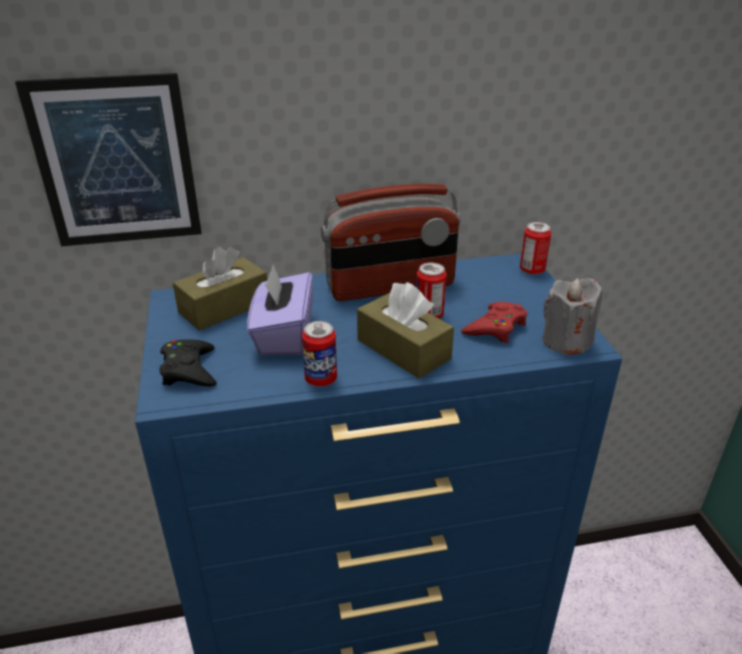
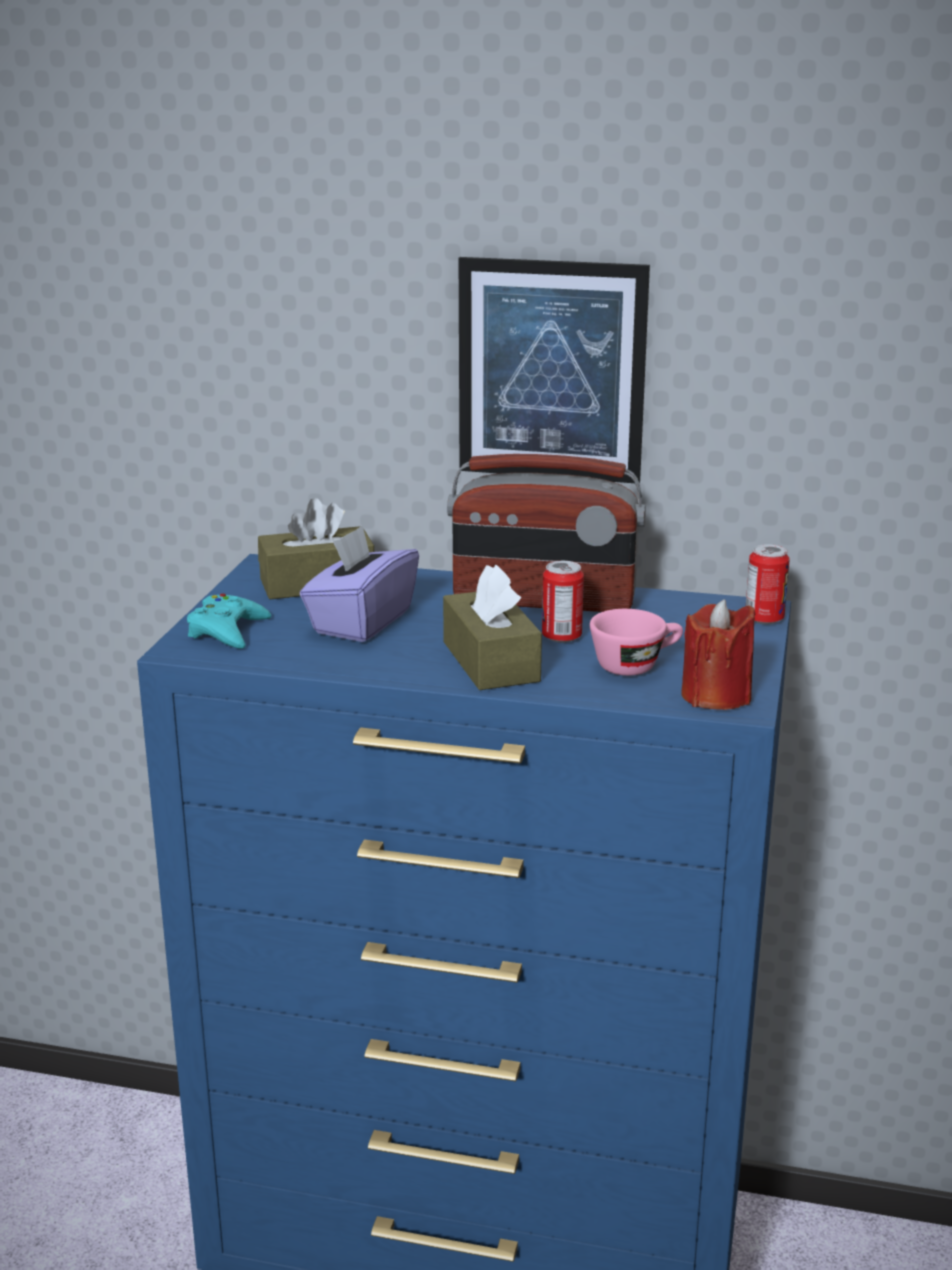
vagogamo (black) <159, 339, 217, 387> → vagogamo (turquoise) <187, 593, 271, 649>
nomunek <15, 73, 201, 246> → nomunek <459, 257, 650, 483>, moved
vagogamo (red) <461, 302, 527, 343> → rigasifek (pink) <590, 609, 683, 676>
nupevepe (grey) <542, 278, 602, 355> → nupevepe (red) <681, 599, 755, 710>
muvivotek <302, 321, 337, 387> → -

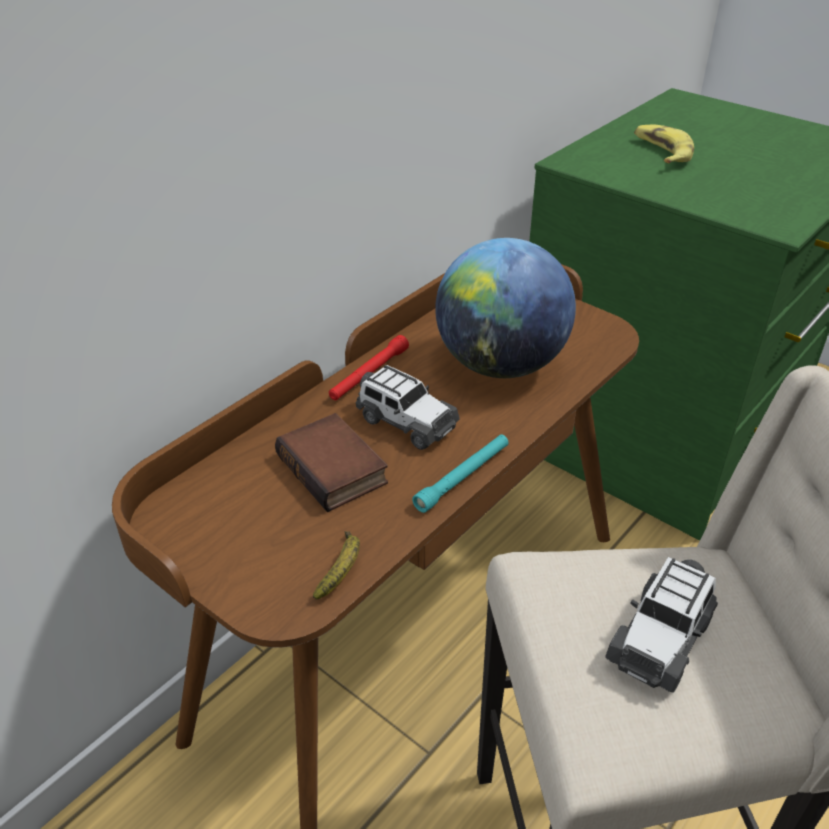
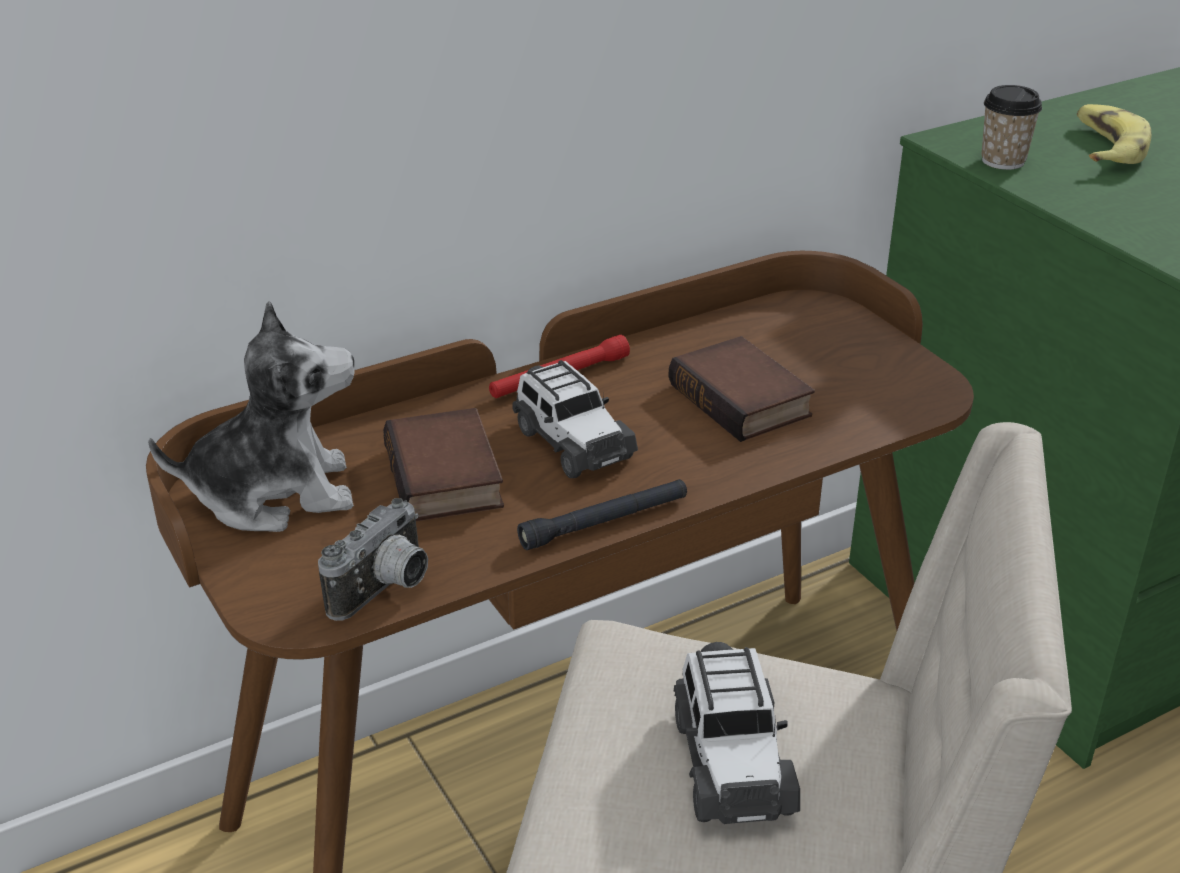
- → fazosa <148, 301, 355, 532>
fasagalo <313, 531, 360, 600> → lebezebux <318, 498, 428, 621>
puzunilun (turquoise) <412, 434, 509, 513> → puzunilun (black) <517, 479, 687, 550>
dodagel <435, 238, 576, 378> → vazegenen <668, 336, 815, 442>
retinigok <605, 557, 718, 693> → retinigok <673, 642, 800, 824>, 60 degrees counterclockwise
- → rigasifek <981, 85, 1042, 170>

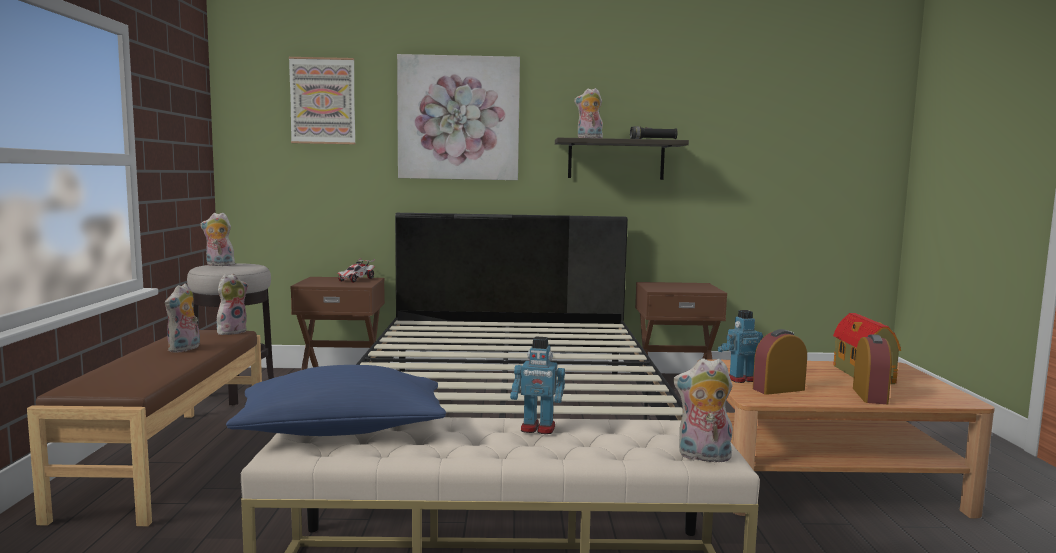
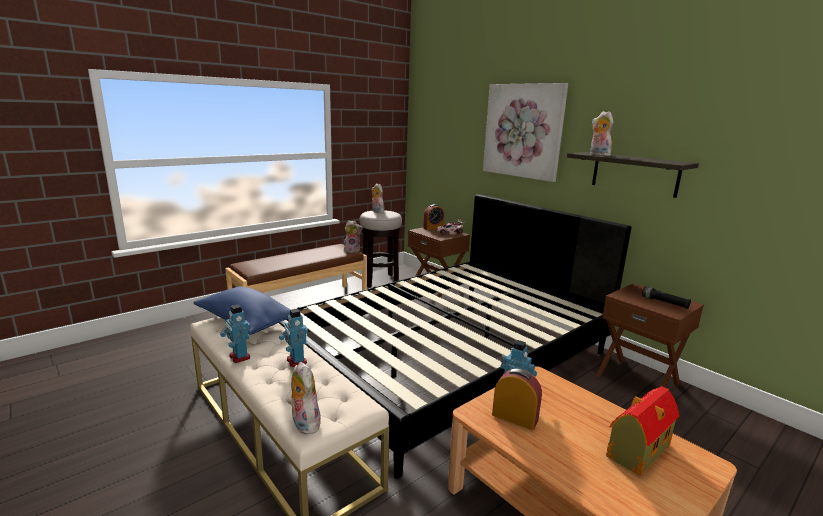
- → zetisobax <220, 304, 250, 363>
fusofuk <853, 334, 892, 404> → fusofuk <423, 204, 444, 230>, moved
puzunilun (black) <630, 126, 677, 139> → puzunilun (black) <642, 286, 691, 309>, moved
fazosa <165, 284, 200, 353> → -
nomunek <289, 57, 356, 144> → -

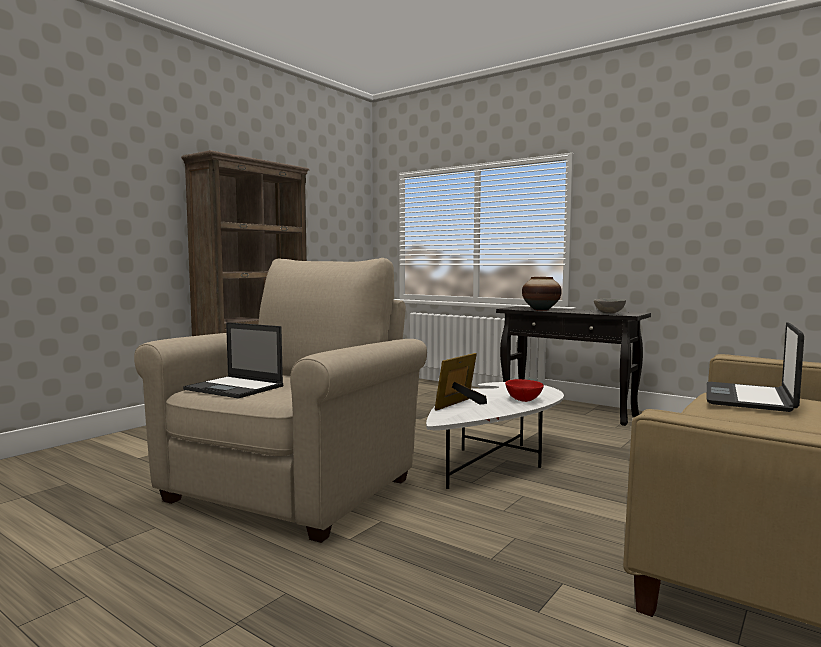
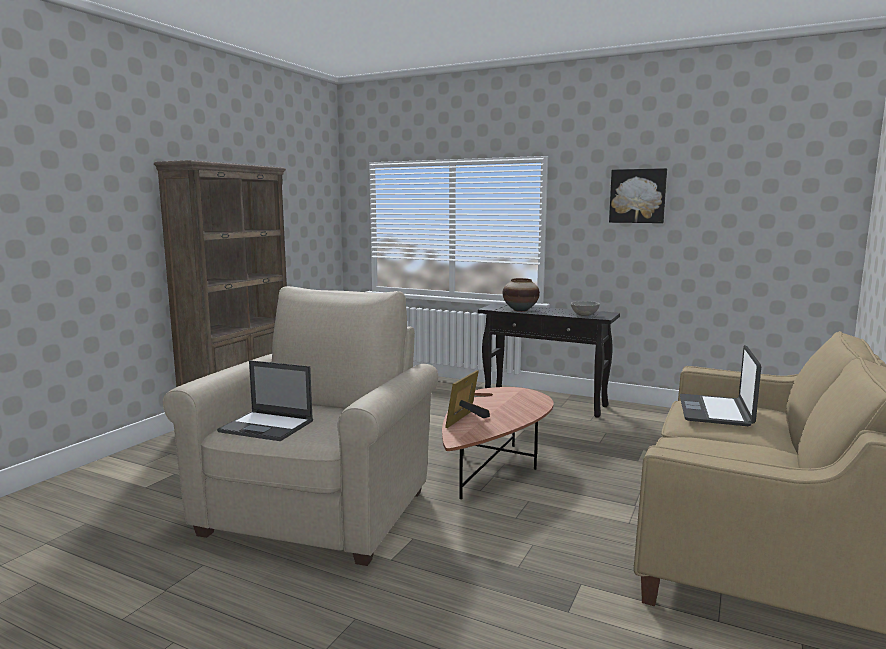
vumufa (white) <426, 382, 564, 489> → vumufa (brown) <442, 387, 554, 499>
- → nomunek <609, 168, 667, 223>
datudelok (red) <505, 379, 544, 402> → -

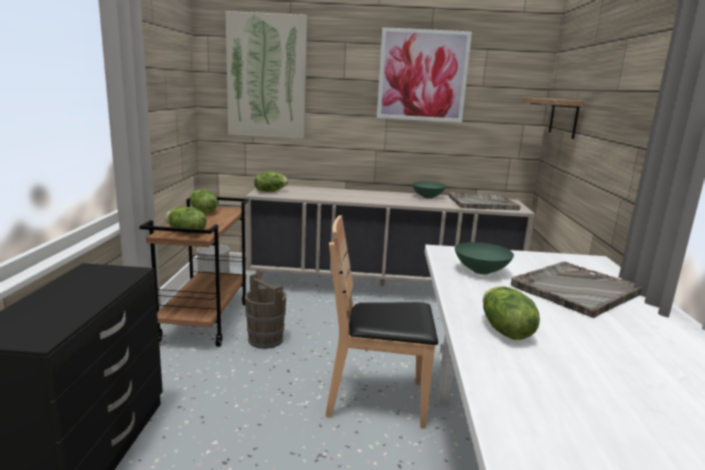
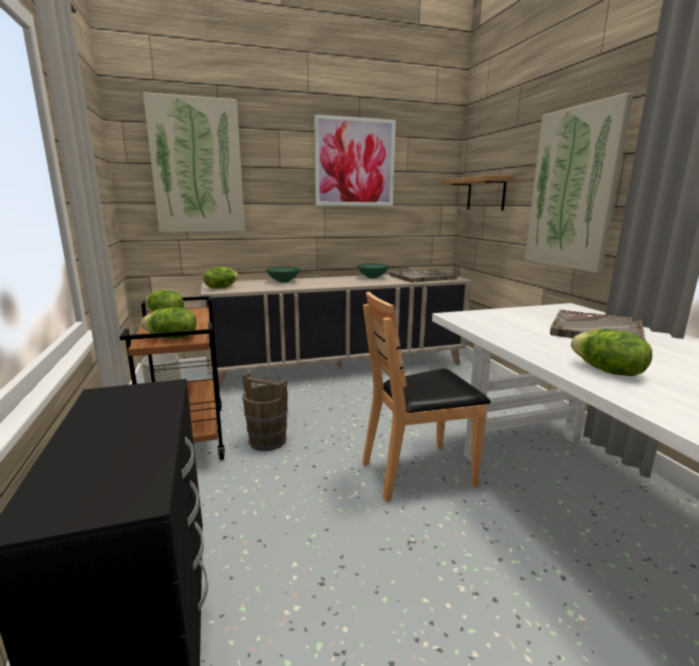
datudelok (green) <455, 242, 514, 275> → datudelok (green) <266, 267, 300, 283>, moved
- → nomunek <525, 93, 633, 273>

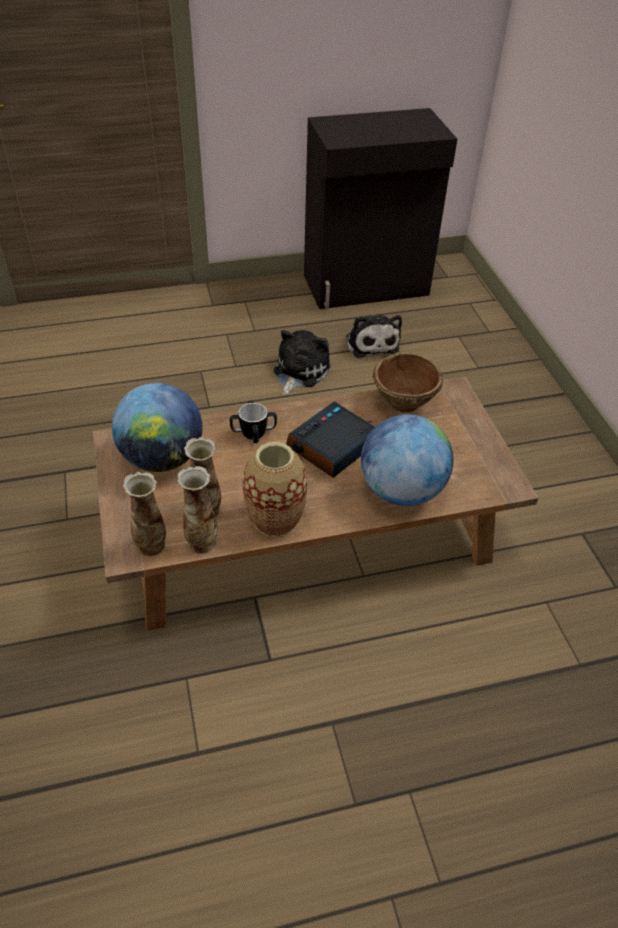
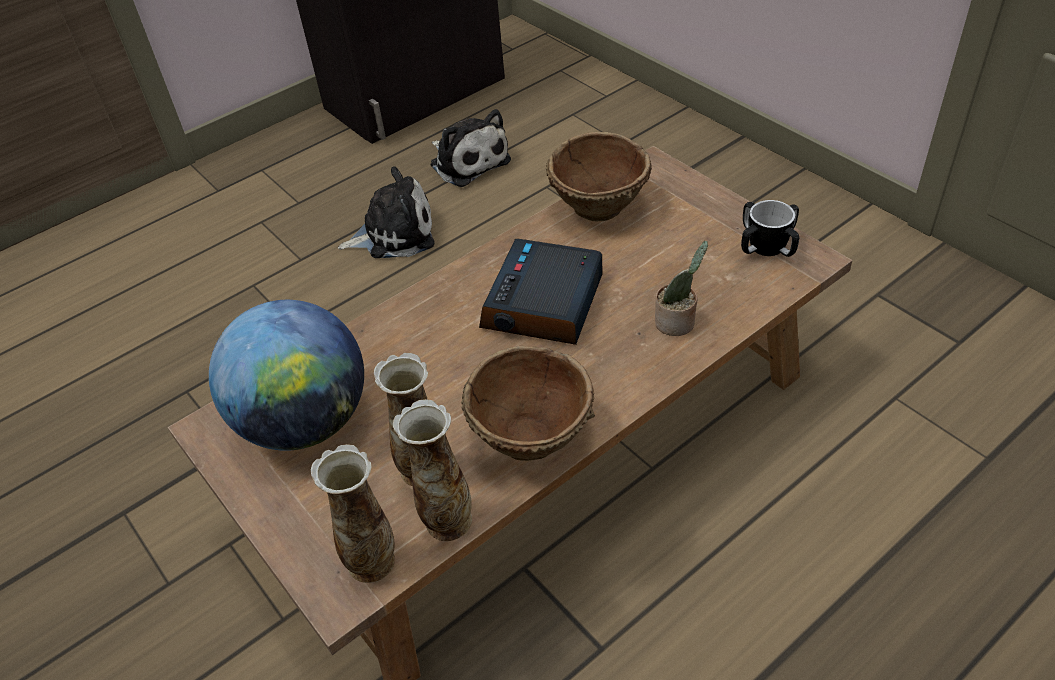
fazosa <273, 330, 331, 395> → fazosa <338, 166, 435, 258>, 75 degrees clockwise
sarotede <243, 442, 307, 537> → datudelok (brown) <461, 345, 595, 461>
dodagel <361, 414, 453, 506> → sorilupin <655, 241, 708, 336>
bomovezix <230, 401, 277, 443> → bomovezix <741, 200, 799, 257>, moved

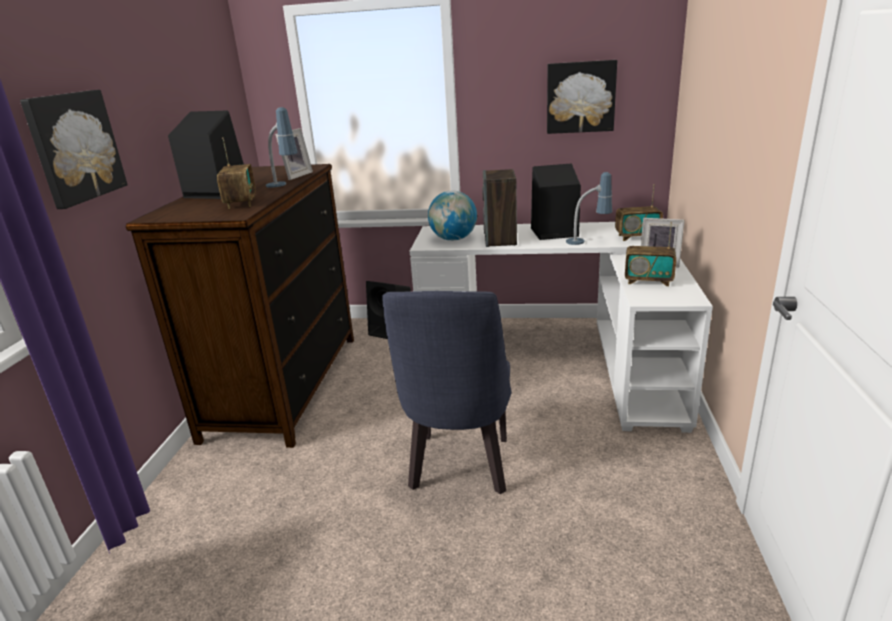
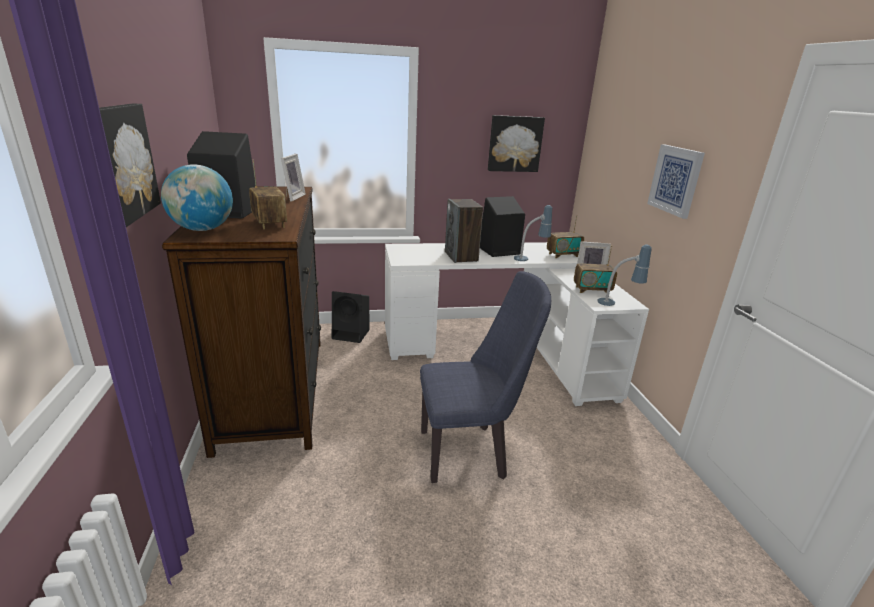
dodagel <428, 191, 477, 241> → dodagel <161, 164, 233, 231>, moved
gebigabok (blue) <382, 291, 512, 494> → gebigabok (blue) <420, 271, 551, 483>, 90 degrees counterclockwise
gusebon <266, 107, 298, 188> → gusebon <597, 245, 652, 306>, moved
- → nomunek <647, 144, 705, 219>

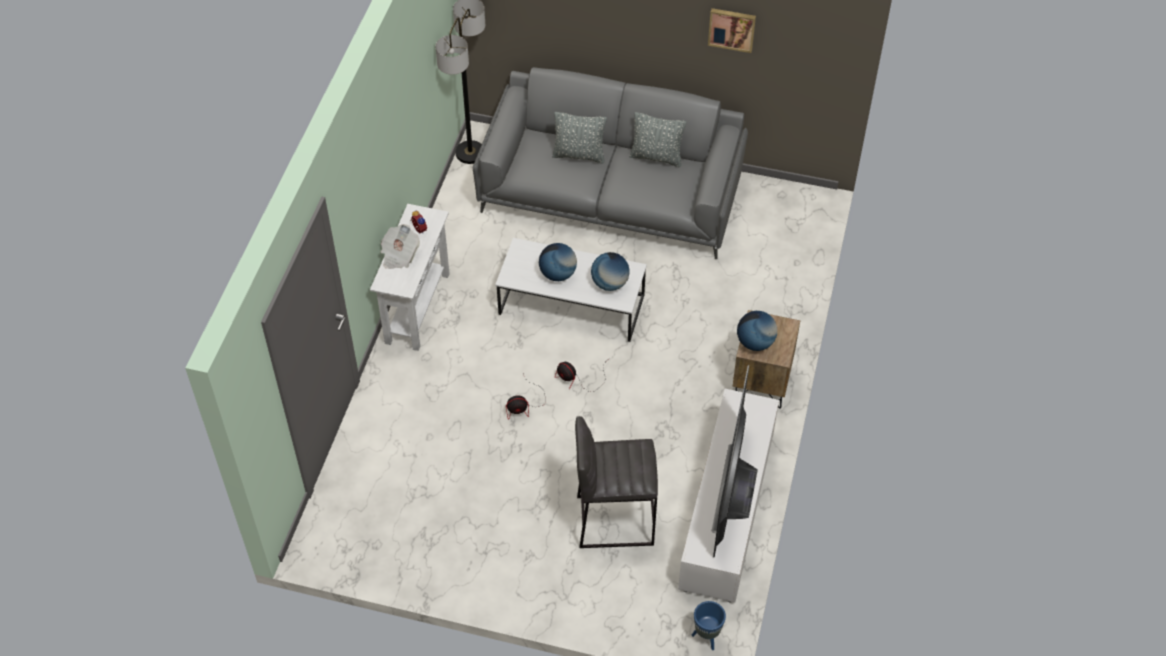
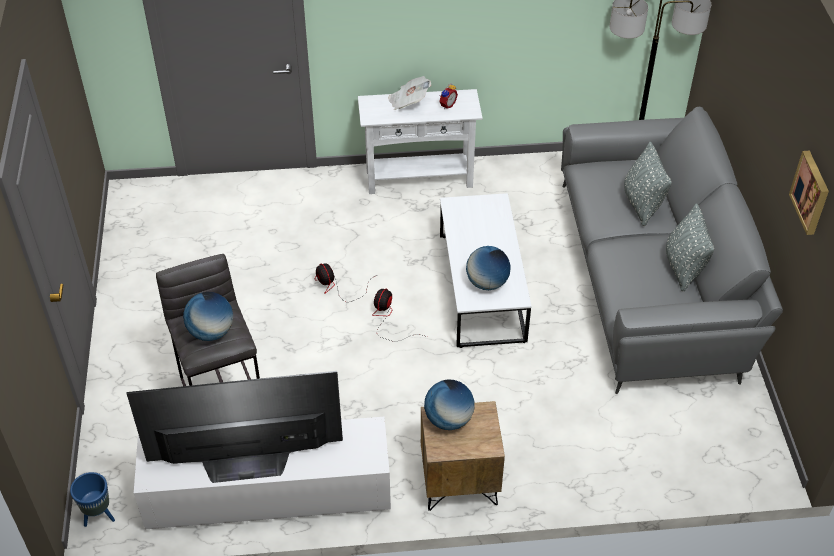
dodagel <539, 243, 577, 281> → dodagel <183, 292, 233, 341>, moved

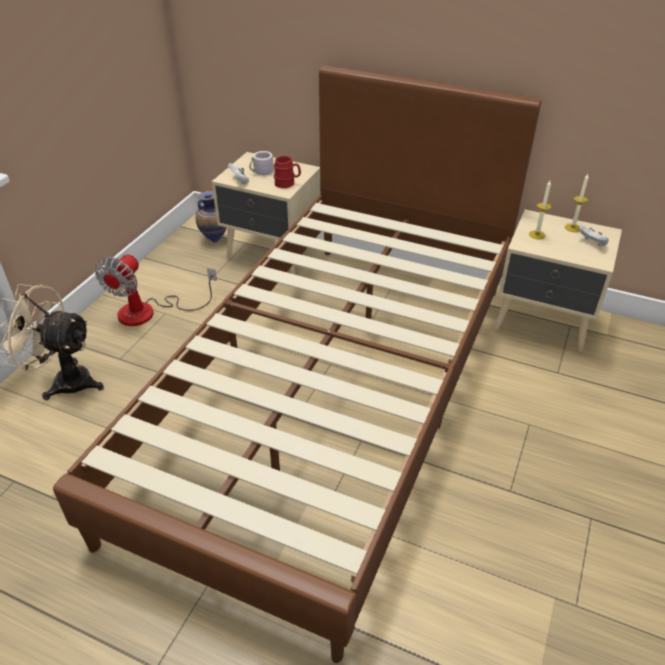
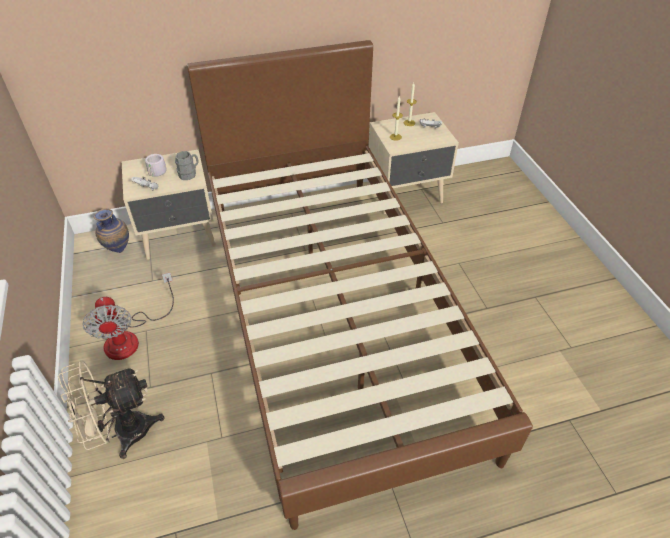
bomovezix (red) <274, 156, 301, 188> → bomovezix (grey) <175, 151, 199, 180>

